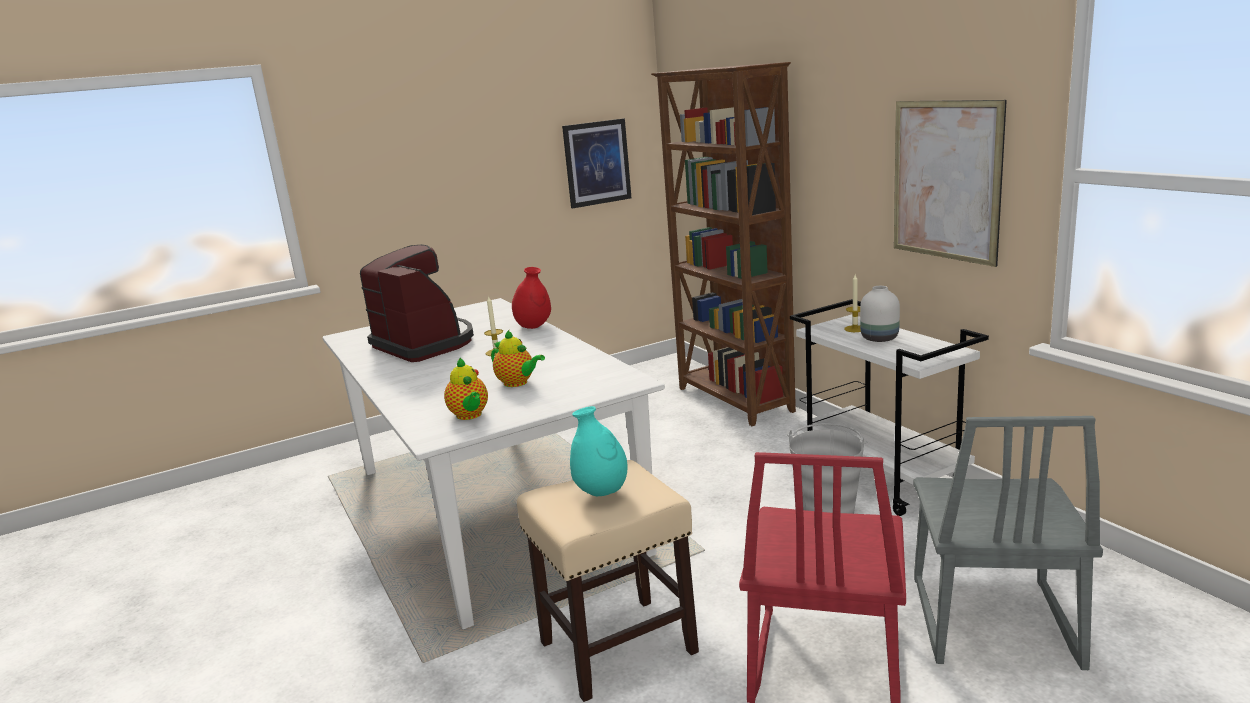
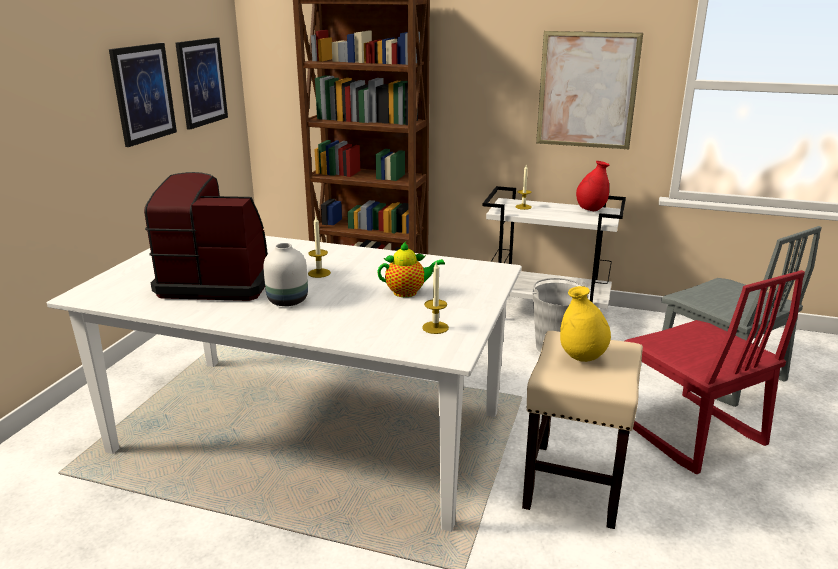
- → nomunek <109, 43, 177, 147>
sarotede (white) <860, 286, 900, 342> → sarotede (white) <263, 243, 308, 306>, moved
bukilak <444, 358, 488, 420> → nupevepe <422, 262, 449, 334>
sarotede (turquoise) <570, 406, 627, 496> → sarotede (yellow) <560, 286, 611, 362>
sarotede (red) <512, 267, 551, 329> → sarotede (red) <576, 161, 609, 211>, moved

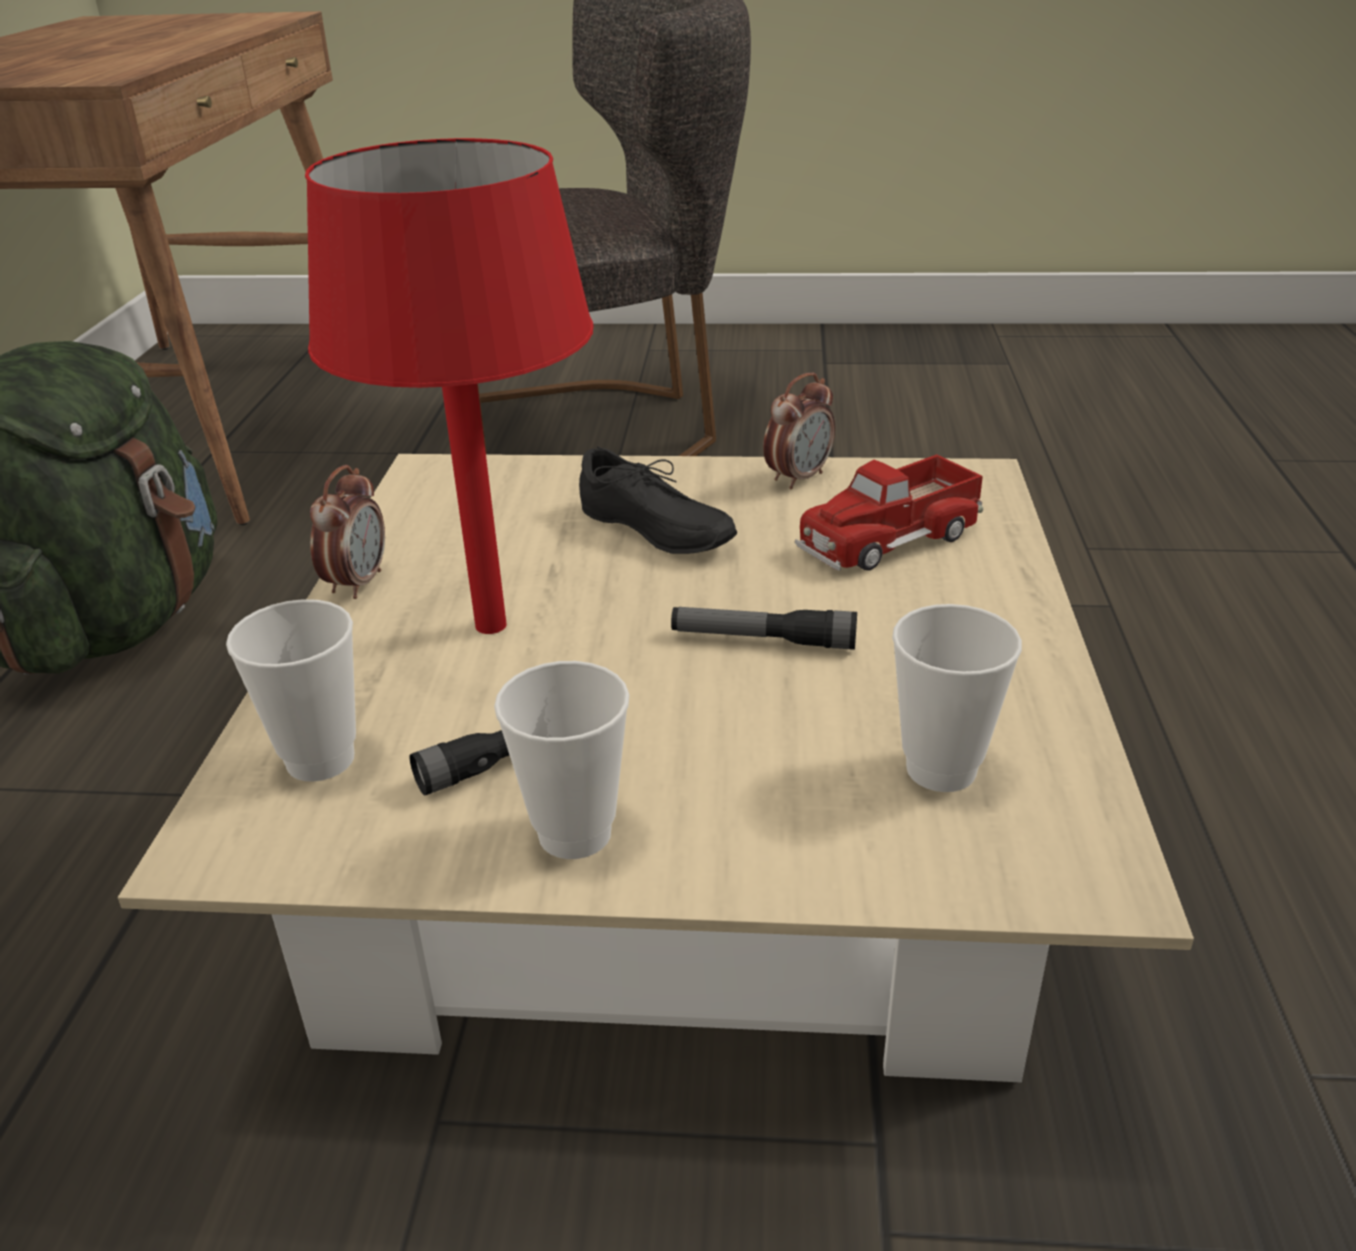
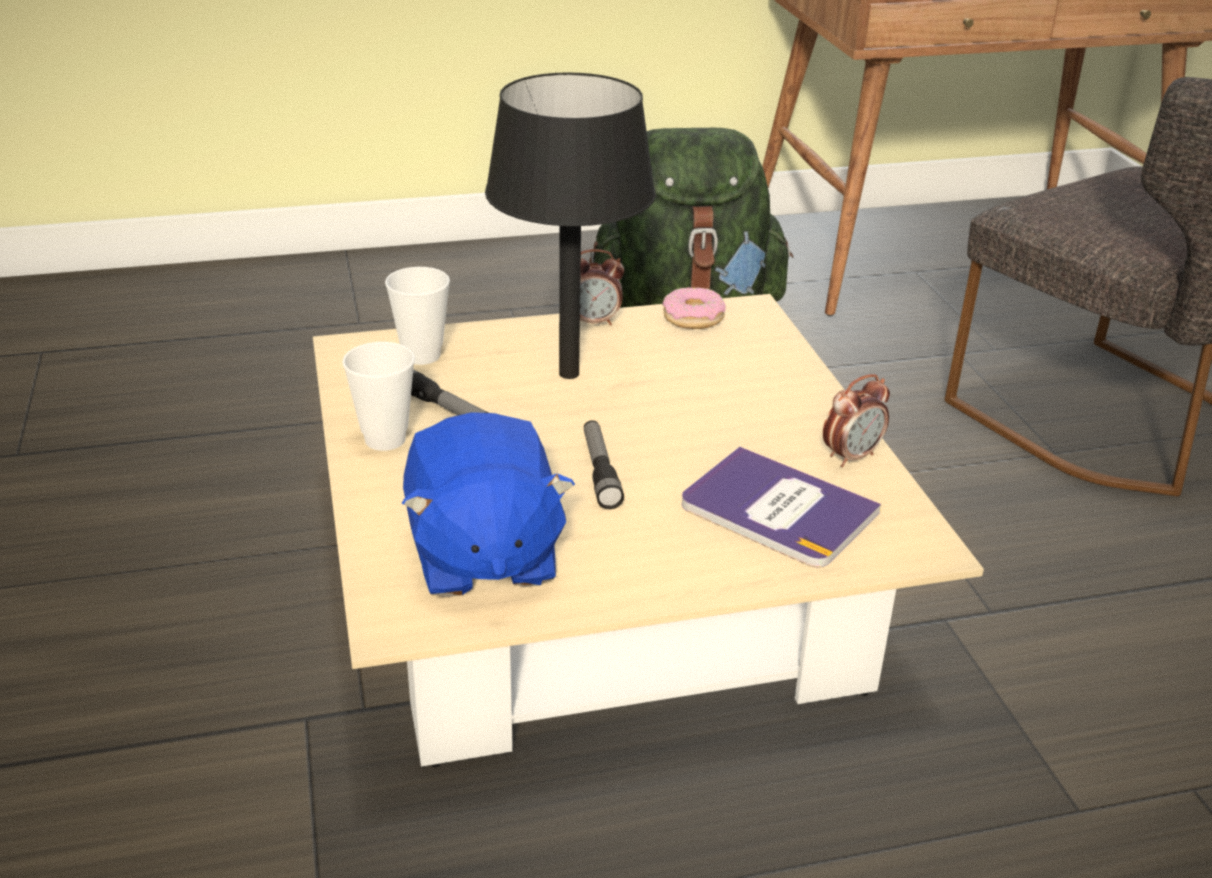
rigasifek <892, 604, 1022, 792> → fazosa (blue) <402, 412, 575, 597>
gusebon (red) <305, 138, 594, 634> → gusebon (black) <485, 73, 656, 379>
- → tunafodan <662, 287, 726, 329>
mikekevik <795, 454, 983, 571> → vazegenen <682, 446, 881, 567>
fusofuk <763, 373, 835, 489> → fusofuk <823, 374, 890, 467>, 60 degrees counterclockwise
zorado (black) <579, 446, 737, 554> → -

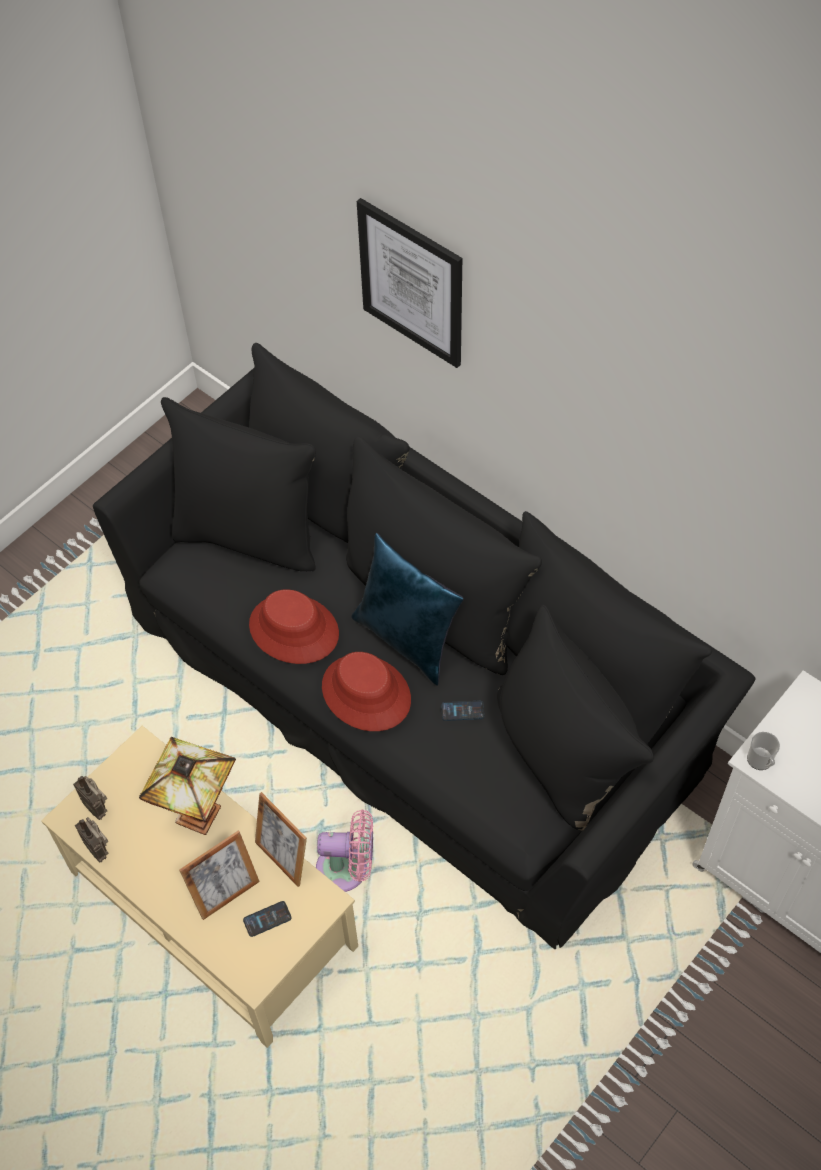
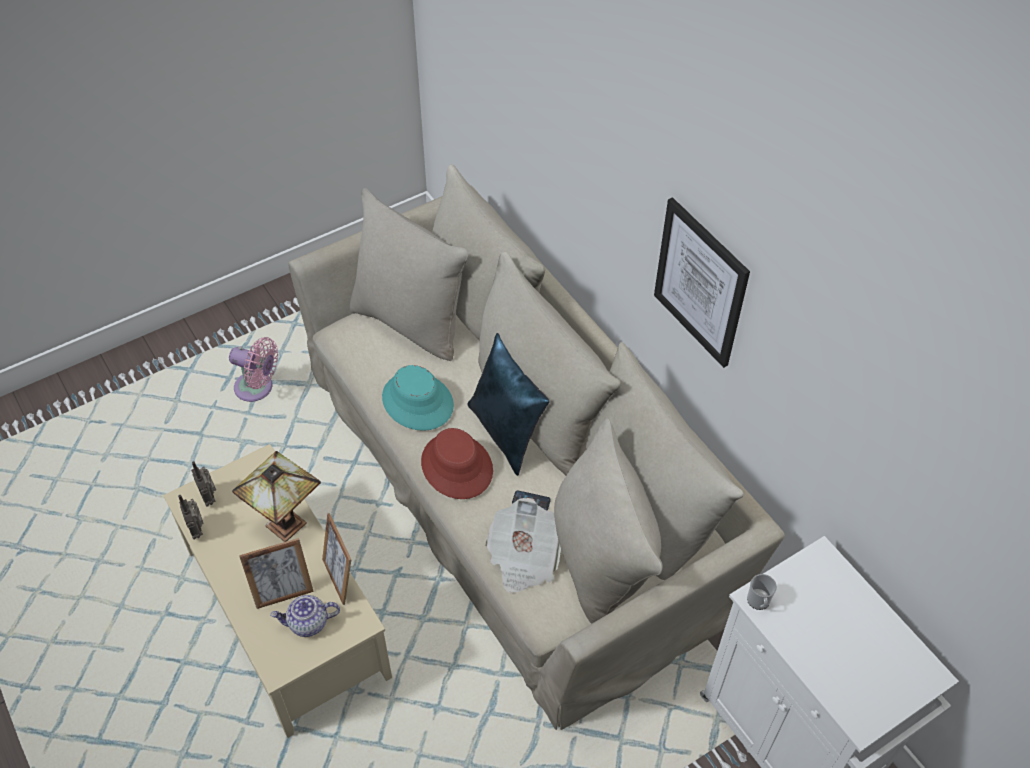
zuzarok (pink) <316, 810, 373, 892> → zuzarok (pink) <229, 337, 278, 402>, moved
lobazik <243, 901, 292, 937> → bukilak <270, 595, 340, 637>
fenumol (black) <93, 343, 756, 949> → fenumol (beige) <288, 164, 785, 730>
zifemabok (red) <249, 589, 339, 664> → zifemabok (turquoise) <382, 365, 454, 431>
- → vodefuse <485, 498, 561, 593>
nomunek <357, 198, 462, 368> → nomunek <654, 197, 750, 368>, moved

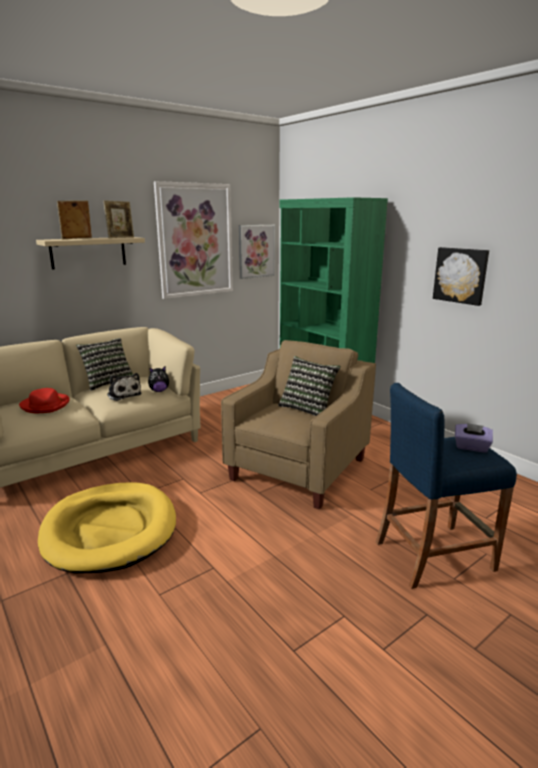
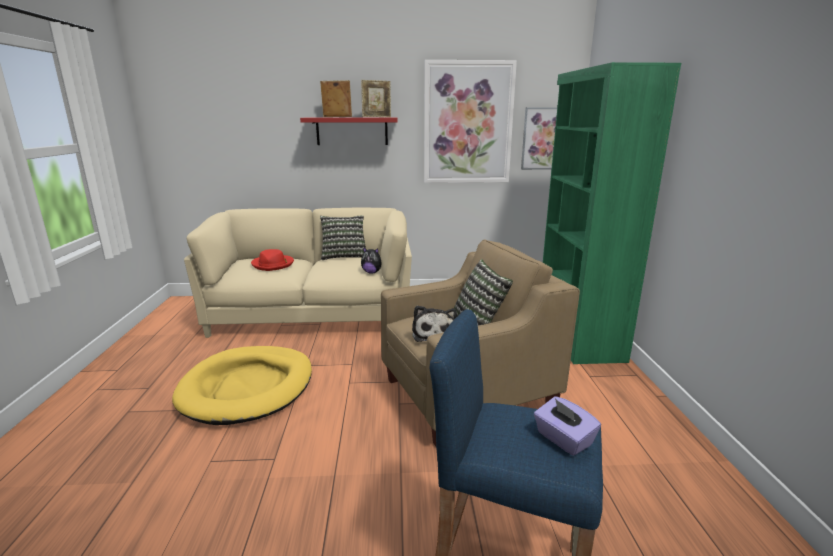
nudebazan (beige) <36, 237, 145, 269> → nudebazan (red) <300, 117, 398, 145>
fazosa <107, 373, 141, 401> → fazosa <412, 306, 457, 342>, moved
nomunek <433, 247, 489, 306> → -

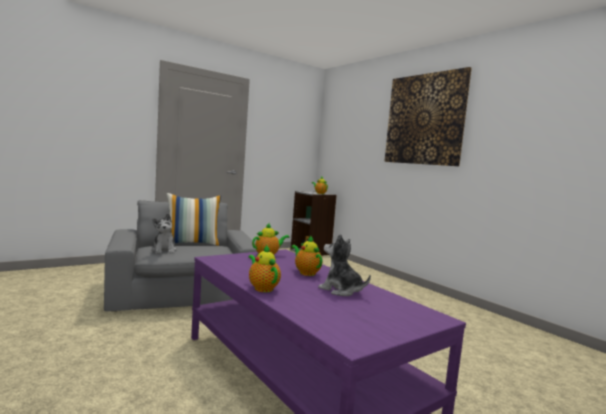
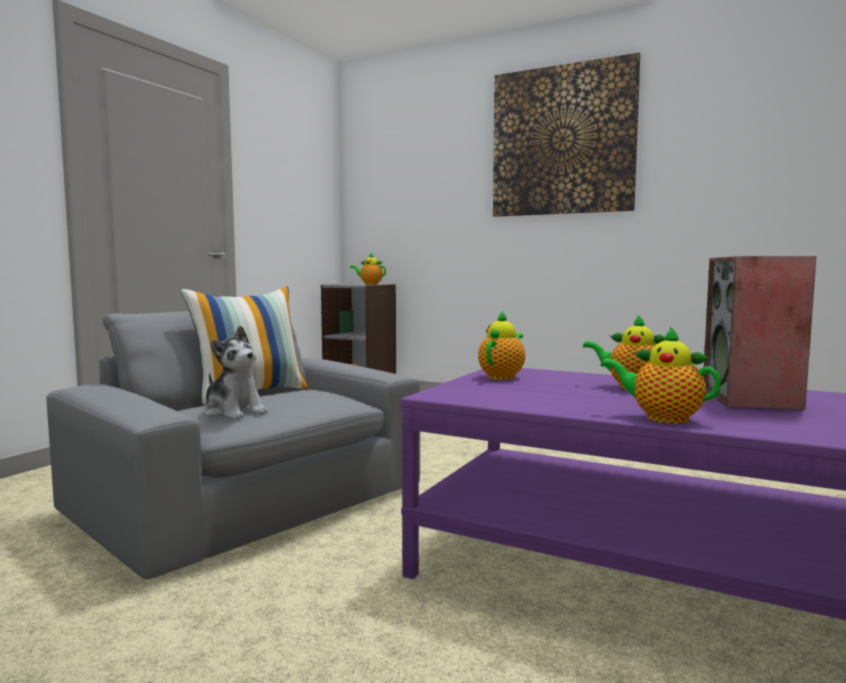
fazosa <318, 234, 371, 296> → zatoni <703, 256, 816, 410>

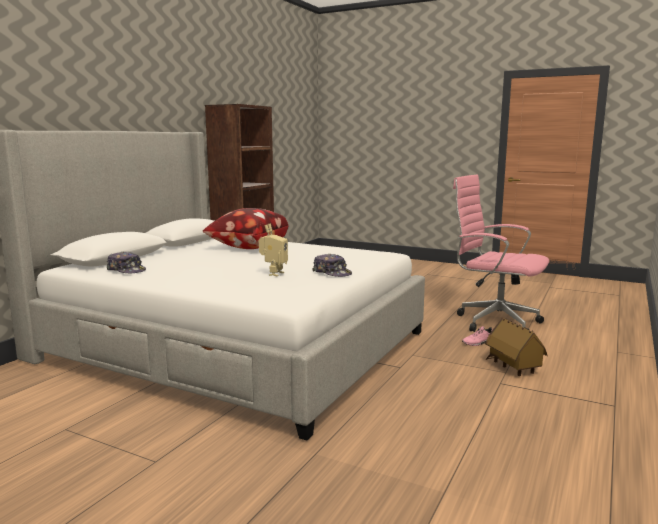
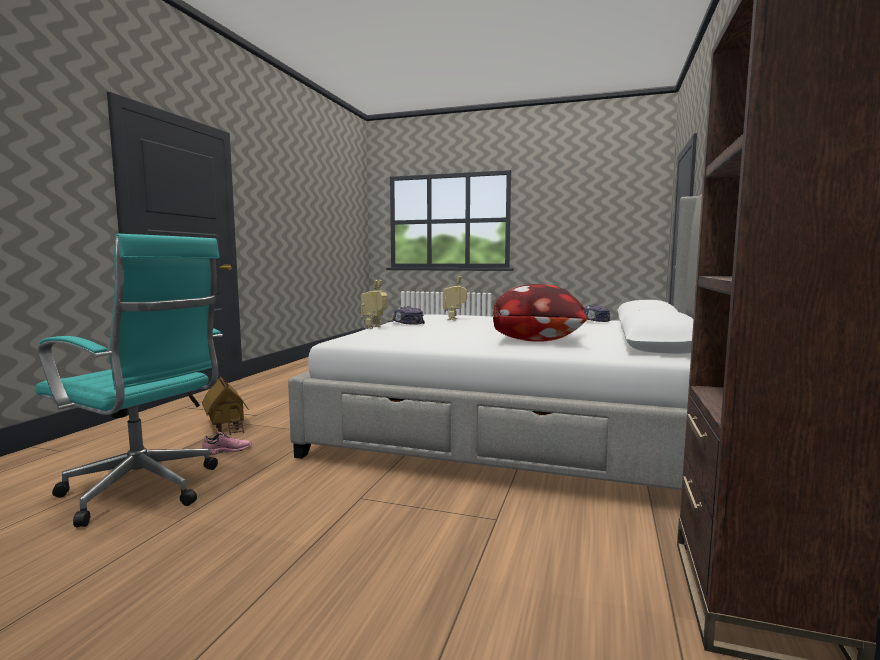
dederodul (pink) <453, 175, 549, 332> → dederodul (turquoise) <35, 234, 223, 527>
- → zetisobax <361, 280, 388, 329>

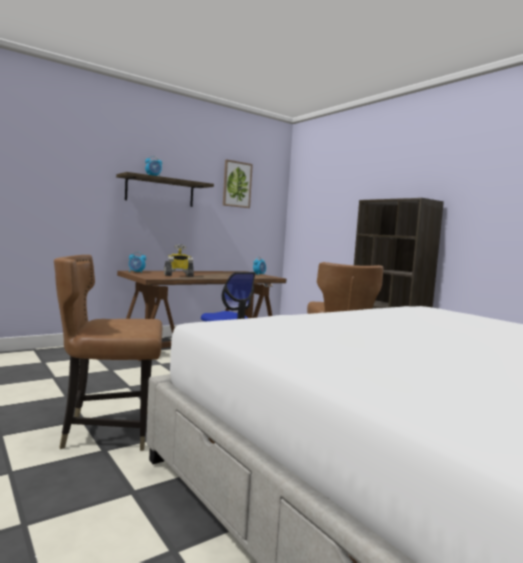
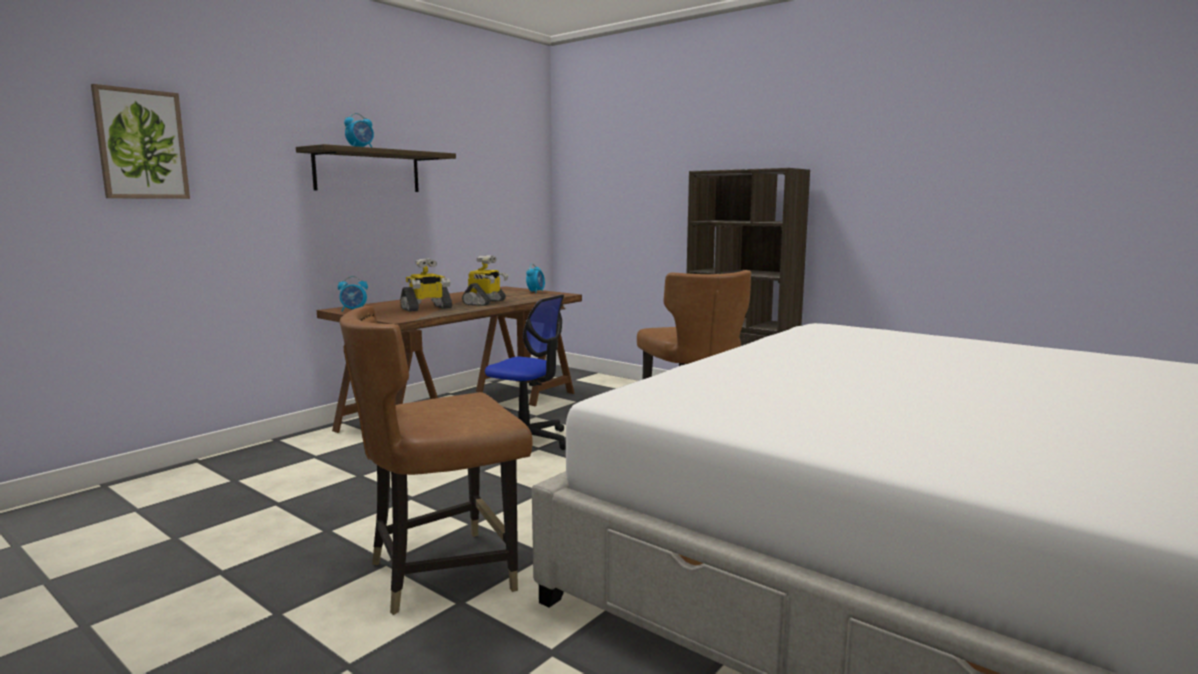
nomunek <223, 159, 253, 208> → nomunek <91, 84, 190, 199>, moved
- → zetisobax <462, 255, 508, 306>

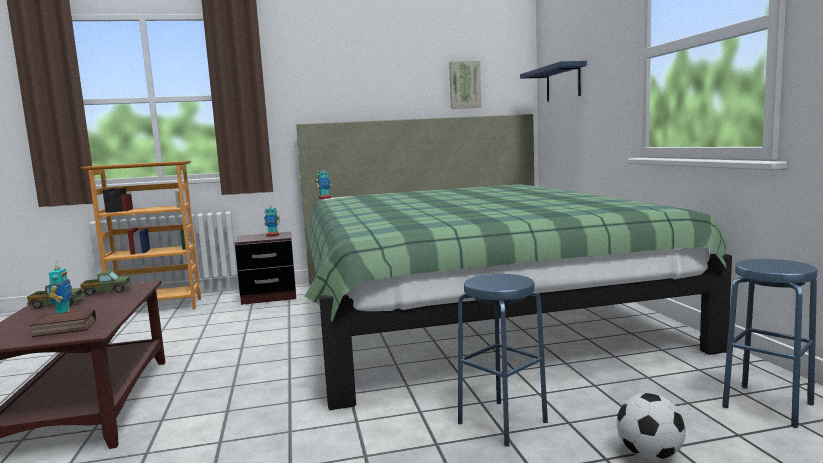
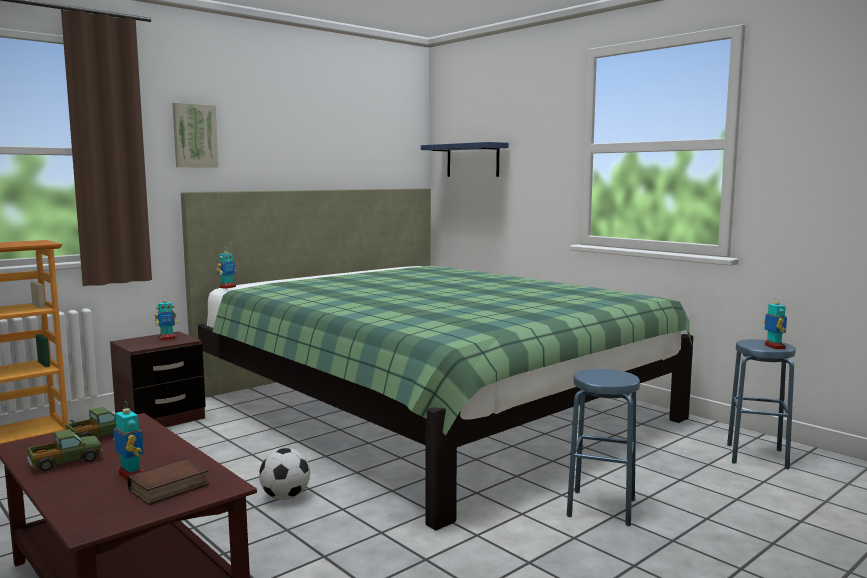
nomunek <449, 61, 481, 109> → nomunek <172, 103, 219, 168>, moved
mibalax <617, 393, 686, 460> → mibalax <259, 448, 310, 500>, moved
- → zetisobax <764, 301, 787, 349>

